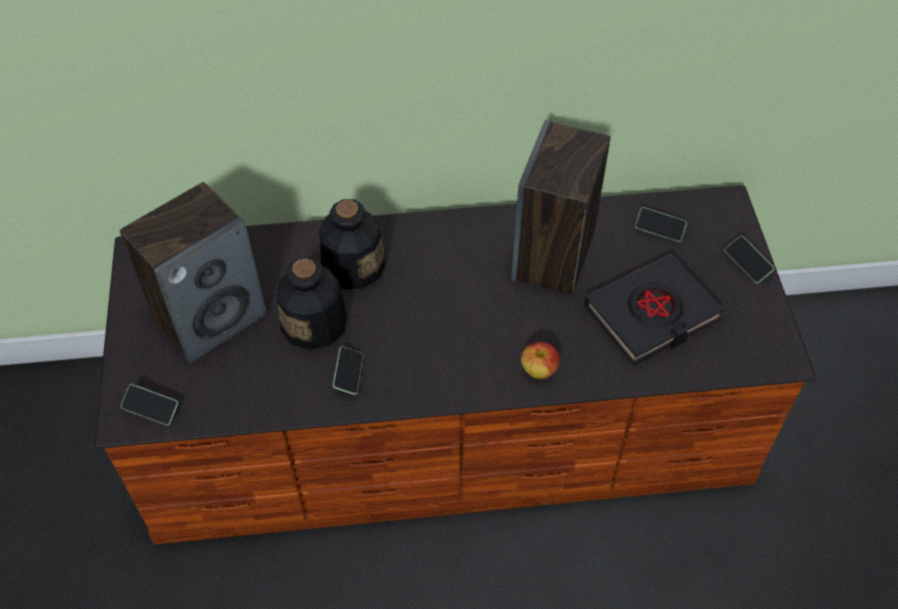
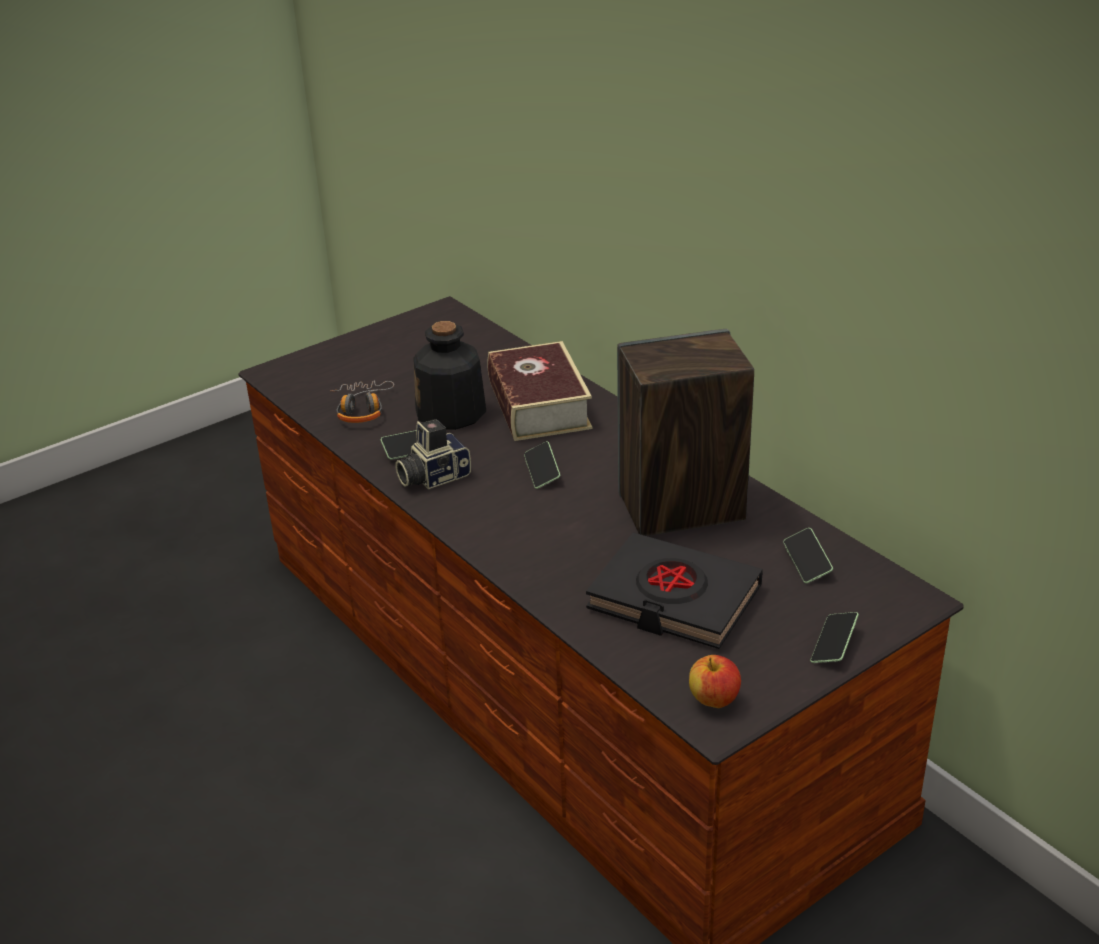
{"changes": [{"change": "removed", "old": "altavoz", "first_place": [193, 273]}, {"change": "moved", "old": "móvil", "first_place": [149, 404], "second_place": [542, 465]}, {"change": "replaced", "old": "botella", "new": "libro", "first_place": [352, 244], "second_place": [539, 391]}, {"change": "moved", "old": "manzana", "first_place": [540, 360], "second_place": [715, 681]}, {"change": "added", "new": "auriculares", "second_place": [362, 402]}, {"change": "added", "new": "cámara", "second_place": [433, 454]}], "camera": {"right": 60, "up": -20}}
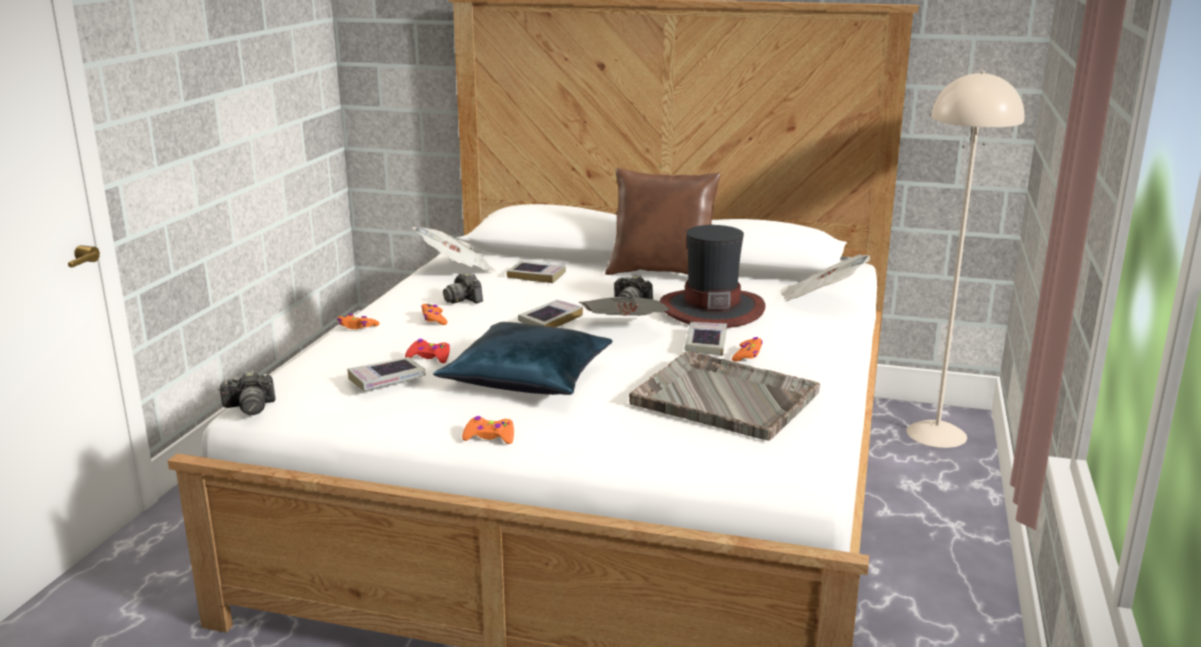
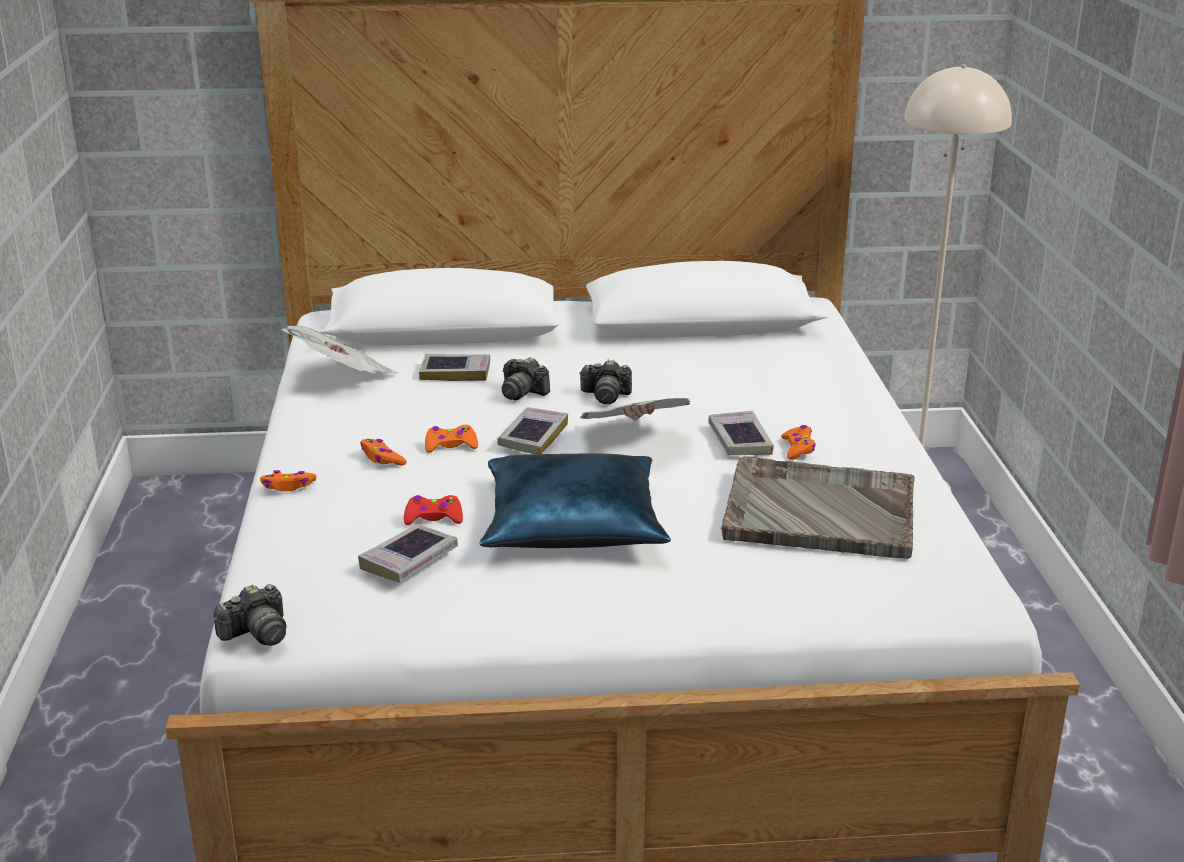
{"changes": [{"change": "moved", "old": "cámara", "first_place": [463, 288], "second_place": [526, 378]}, {"change": "moved", "old": "mando de consola [naranja]", "first_place": [488, 430], "second_place": [451, 439]}, {"change": "removed", "old": "cojín [marrón]", "first_place": [663, 221]}, {"change": "removed", "old": "sombrero", "first_place": [712, 276]}, {"change": "removed", "old": "periódico", "first_place": [825, 277]}], "camera": {"right": -20, "up": 5}}
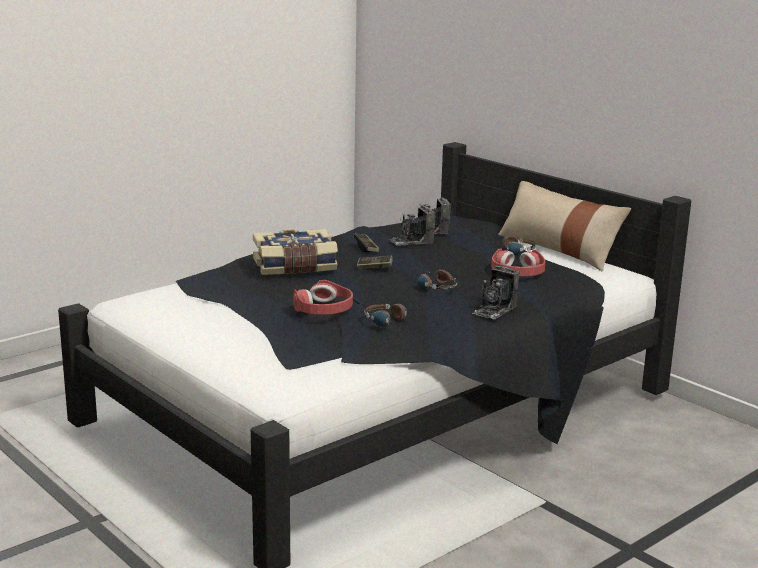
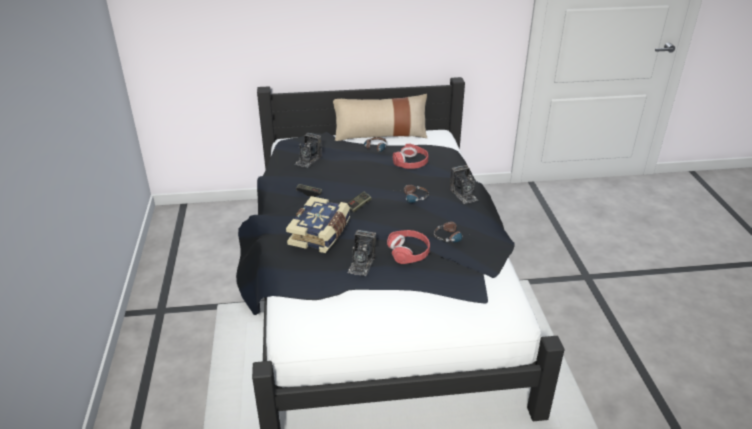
{"changes": [{"change": "moved", "old": "cámara", "first_place": [412, 226], "second_place": [361, 253]}], "camera": {"right": -55, "up": 15}}
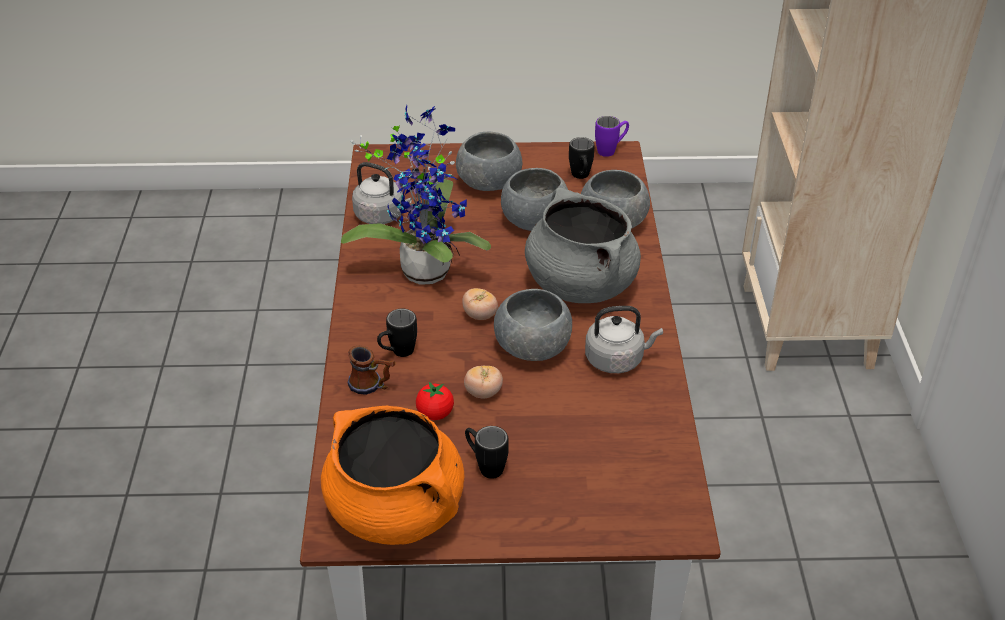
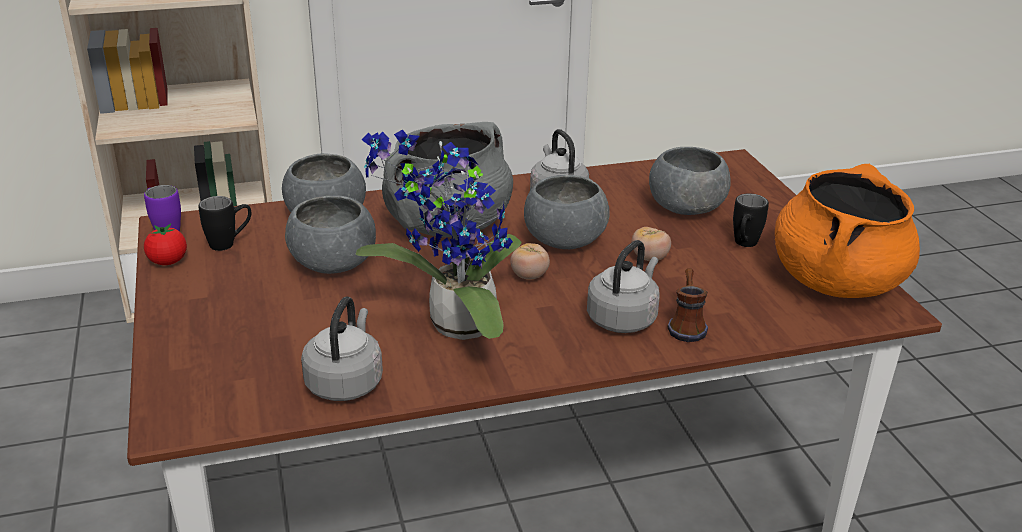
{"changes": [{"change": "replaced", "old": "taza grande [negro]", "new": "hervidor [gris]", "first_place": [397, 333], "second_place": [623, 286]}, {"change": "moved", "old": "tomate", "first_place": [435, 401], "second_place": [165, 244]}, {"change": "moved", "old": "cuenco [gris]", "first_place": [489, 161], "second_place": [690, 181]}], "camera": {"right": -105, "up": -10}}
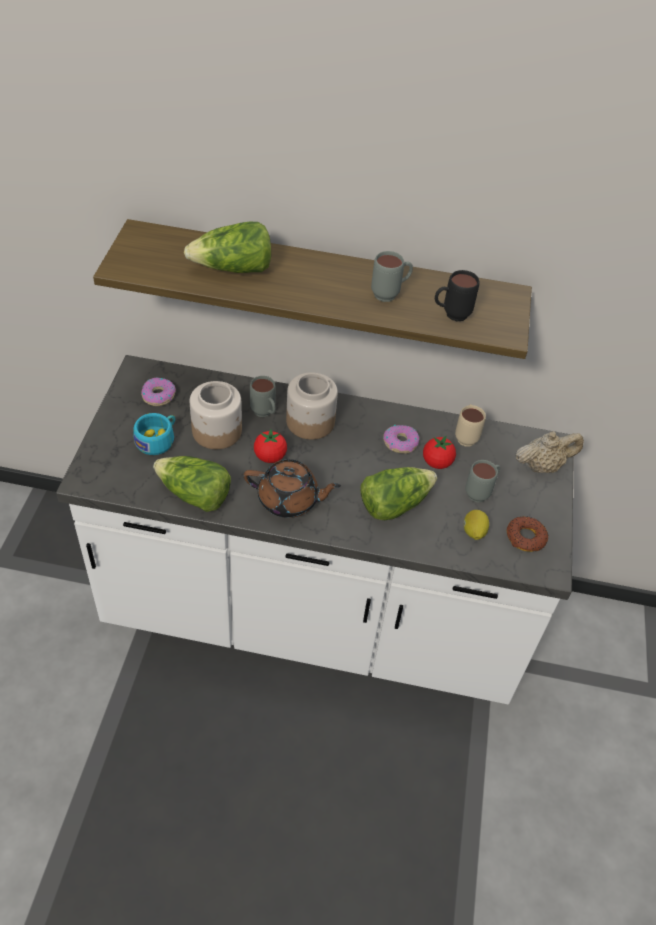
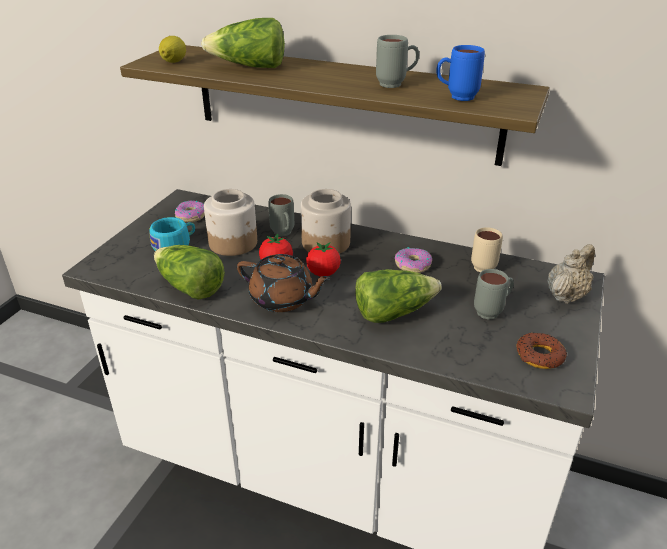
{"changes": [{"change": "moved", "old": "tomate", "first_place": [439, 452], "second_place": [323, 259]}, {"change": "recoloured", "old": "taza grande [negro]", "new": "taza grande [azul]", "first_place": [457, 296], "second_place": [460, 73]}, {"change": "moved", "old": "limón", "first_place": [476, 525], "second_place": [172, 49]}, {"change": "turned", "old": "tetera [beis]", "first_place": [549, 452], "second_place": [571, 274], "degrees": -45}], "camera": {"right": 15, "up": -15}}
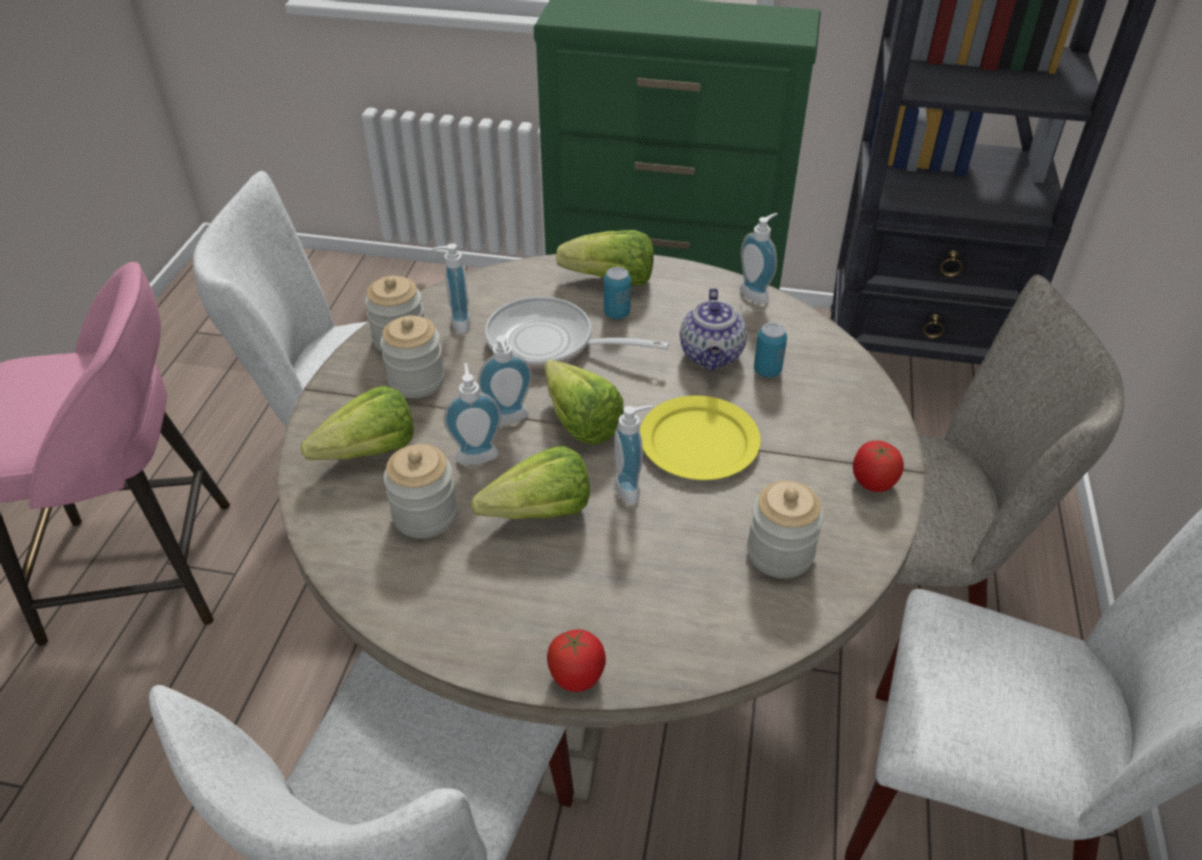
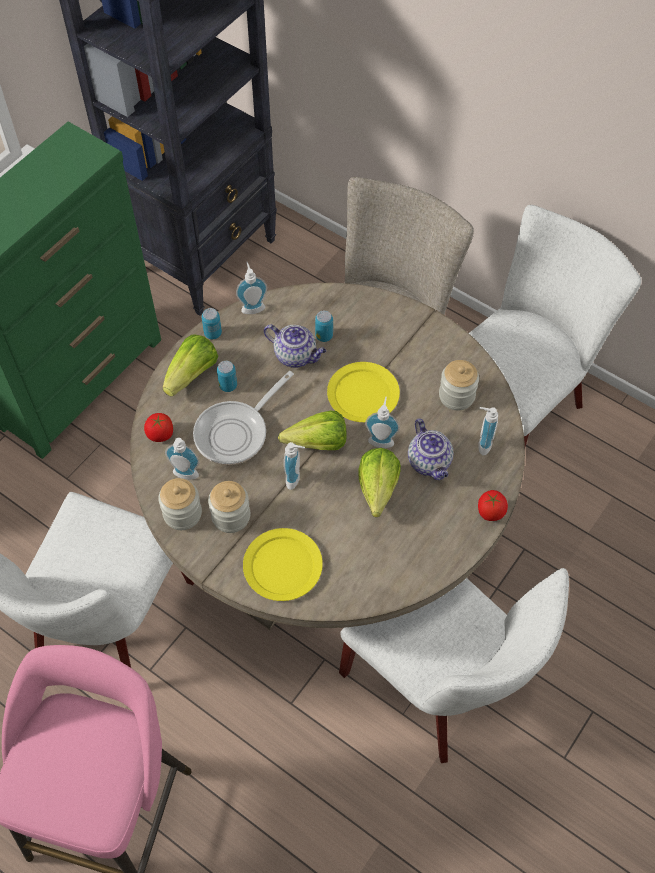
{"changes": [{"change": "replaced", "old": "lechuga", "new": "plato [amarillo]", "first_place": [357, 423], "second_place": [283, 564]}, {"change": "removed", "old": "tarro", "first_place": [421, 491]}, {"change": "moved", "old": "dispensador de jabón", "first_place": [472, 413], "second_place": [488, 431]}, {"change": "moved", "old": "tomate", "first_place": [878, 466], "second_place": [158, 427]}, {"change": "added", "new": "lata", "second_place": [212, 323]}, {"change": "added", "new": "tetera", "second_place": [431, 449]}], "camera": {"right": -65, "up": 15}}
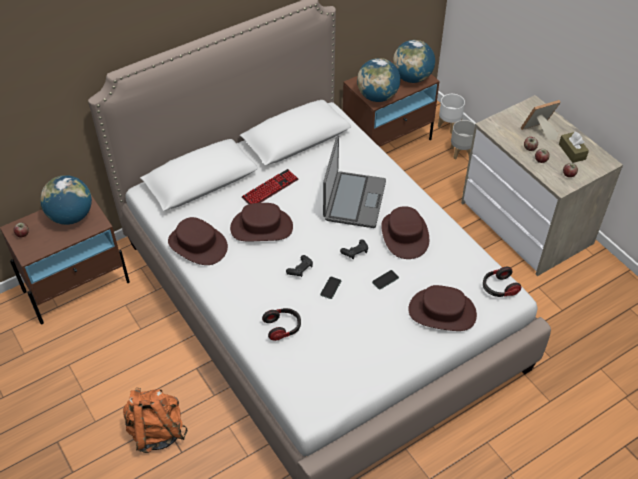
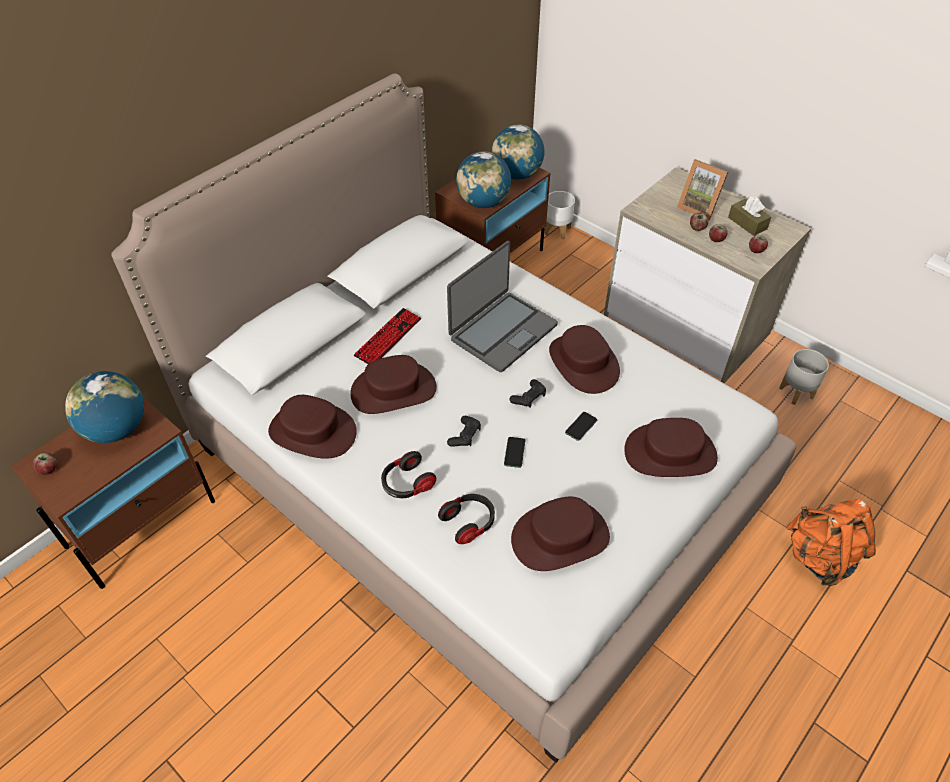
{"changes": [{"change": "moved", "old": "mochila [naranja]", "first_place": [155, 420], "second_place": [831, 542]}, {"change": "turned", "old": "portátil", "first_place": [354, 181], "second_place": [502, 306], "degrees": 45}, {"change": "moved", "old": "maceta [gris]", "first_place": [463, 140], "second_place": [804, 377]}, {"change": "moved", "old": "auriculares", "first_place": [502, 282], "second_place": [408, 474]}, {"change": "turned", "old": "portarretratos", "first_place": [541, 120], "second_place": [702, 190], "degrees": -105}, {"change": "added", "new": "sombrero [marrón]", "second_place": [560, 533]}], "camera": {"right": -15, "up": 0}}
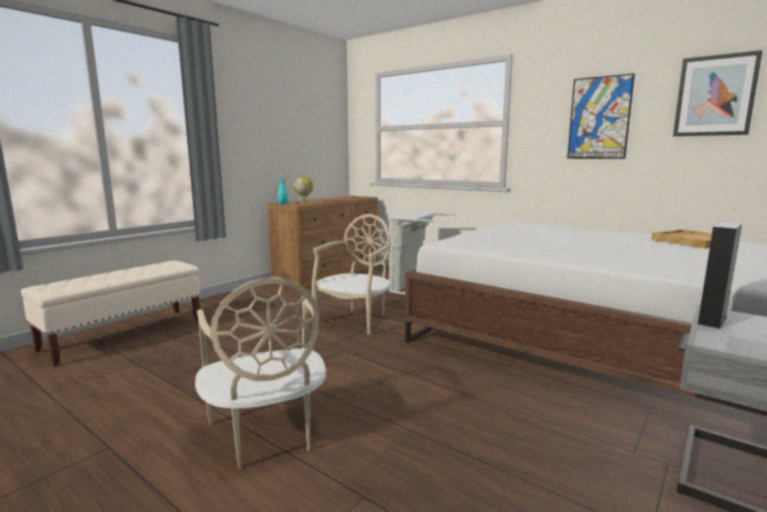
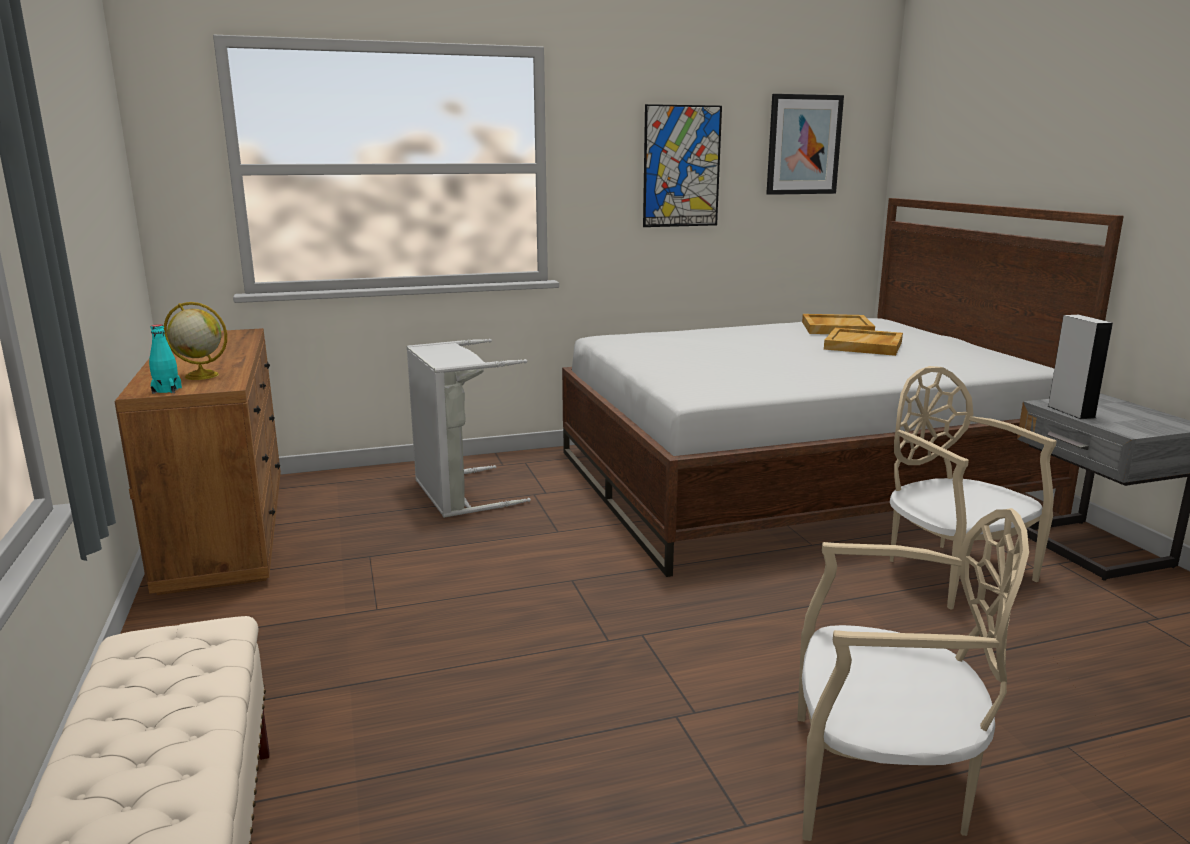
{"changes": [{"change": "moved", "old": "silla [beis]", "first_place": [351, 274], "second_place": [973, 488]}, {"change": "added", "new": "bandeja [beis]", "second_place": [863, 342]}], "camera": {"right": -55, "up": 5}}
